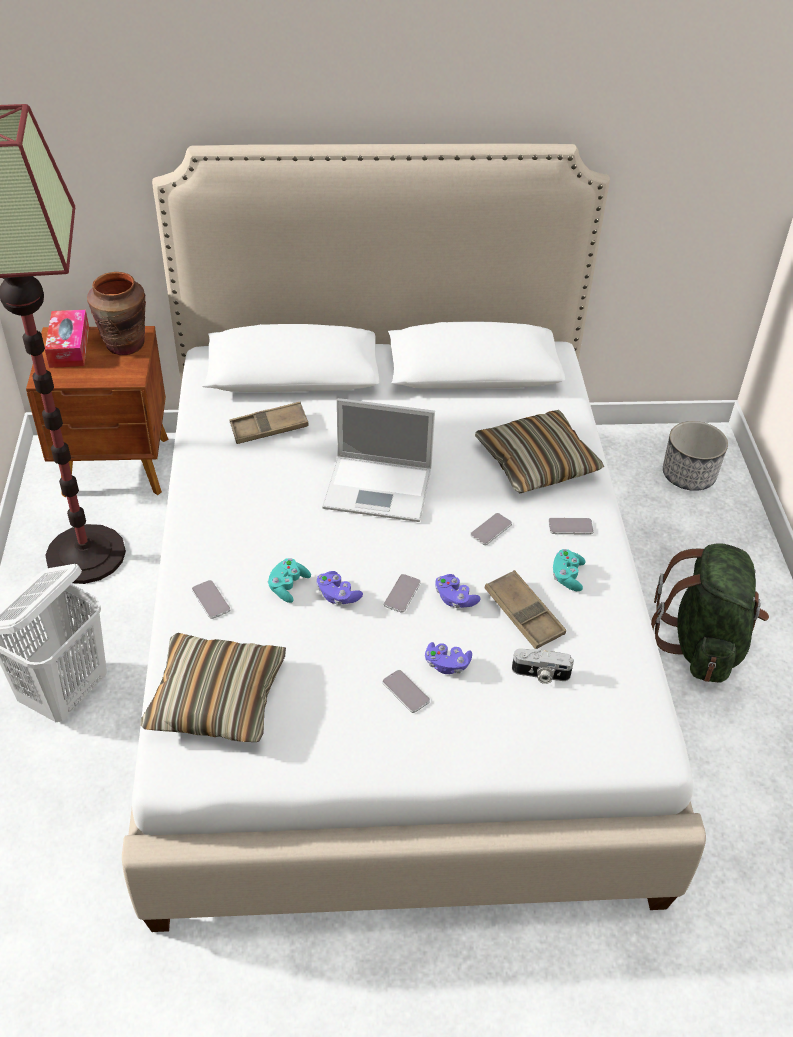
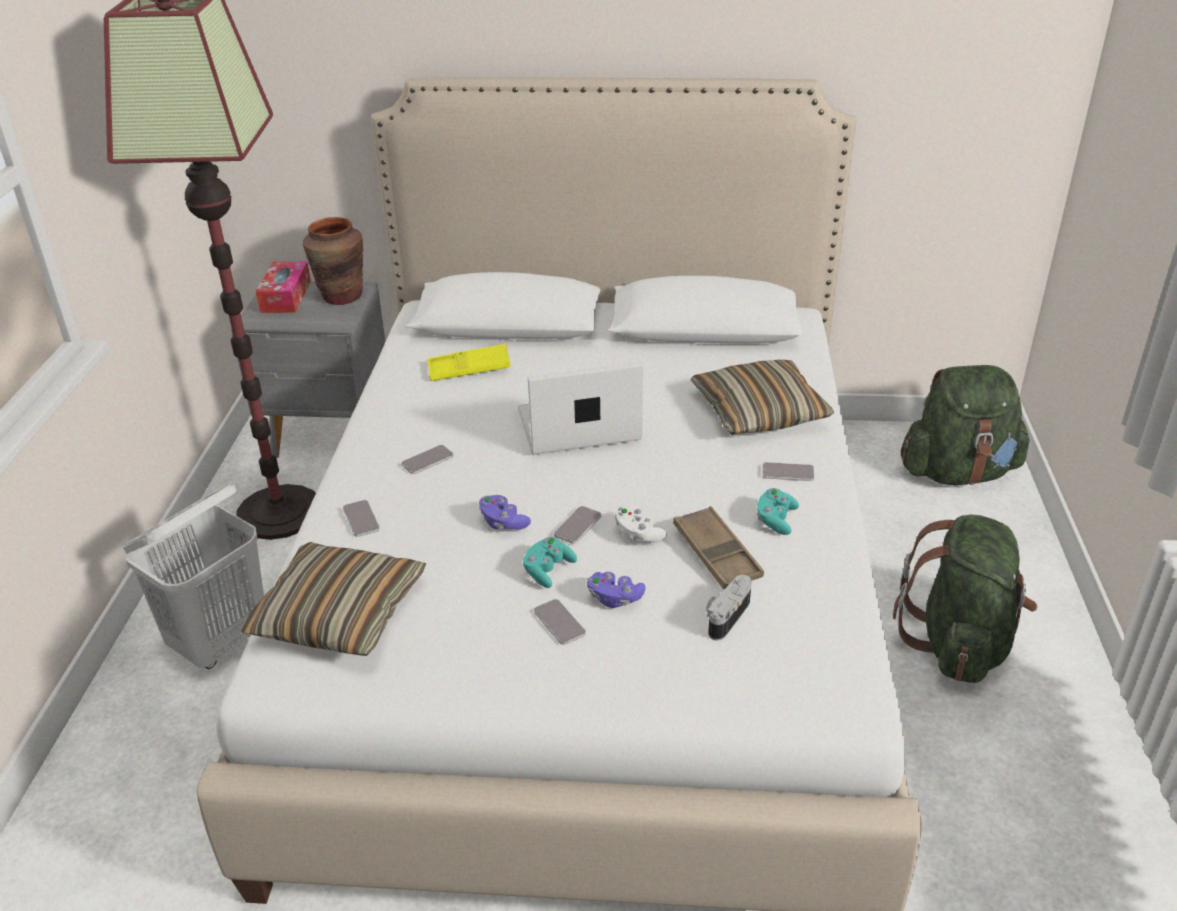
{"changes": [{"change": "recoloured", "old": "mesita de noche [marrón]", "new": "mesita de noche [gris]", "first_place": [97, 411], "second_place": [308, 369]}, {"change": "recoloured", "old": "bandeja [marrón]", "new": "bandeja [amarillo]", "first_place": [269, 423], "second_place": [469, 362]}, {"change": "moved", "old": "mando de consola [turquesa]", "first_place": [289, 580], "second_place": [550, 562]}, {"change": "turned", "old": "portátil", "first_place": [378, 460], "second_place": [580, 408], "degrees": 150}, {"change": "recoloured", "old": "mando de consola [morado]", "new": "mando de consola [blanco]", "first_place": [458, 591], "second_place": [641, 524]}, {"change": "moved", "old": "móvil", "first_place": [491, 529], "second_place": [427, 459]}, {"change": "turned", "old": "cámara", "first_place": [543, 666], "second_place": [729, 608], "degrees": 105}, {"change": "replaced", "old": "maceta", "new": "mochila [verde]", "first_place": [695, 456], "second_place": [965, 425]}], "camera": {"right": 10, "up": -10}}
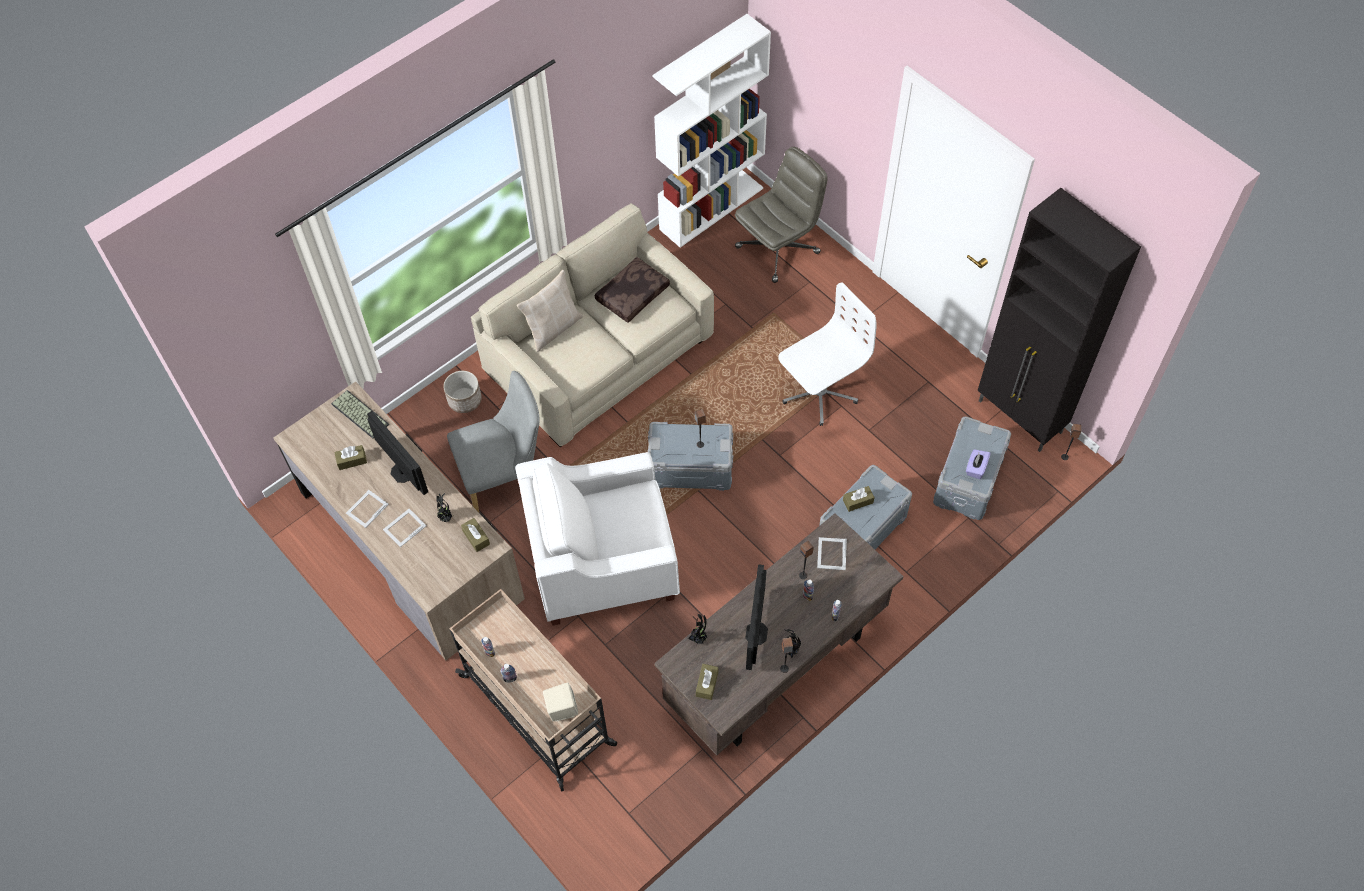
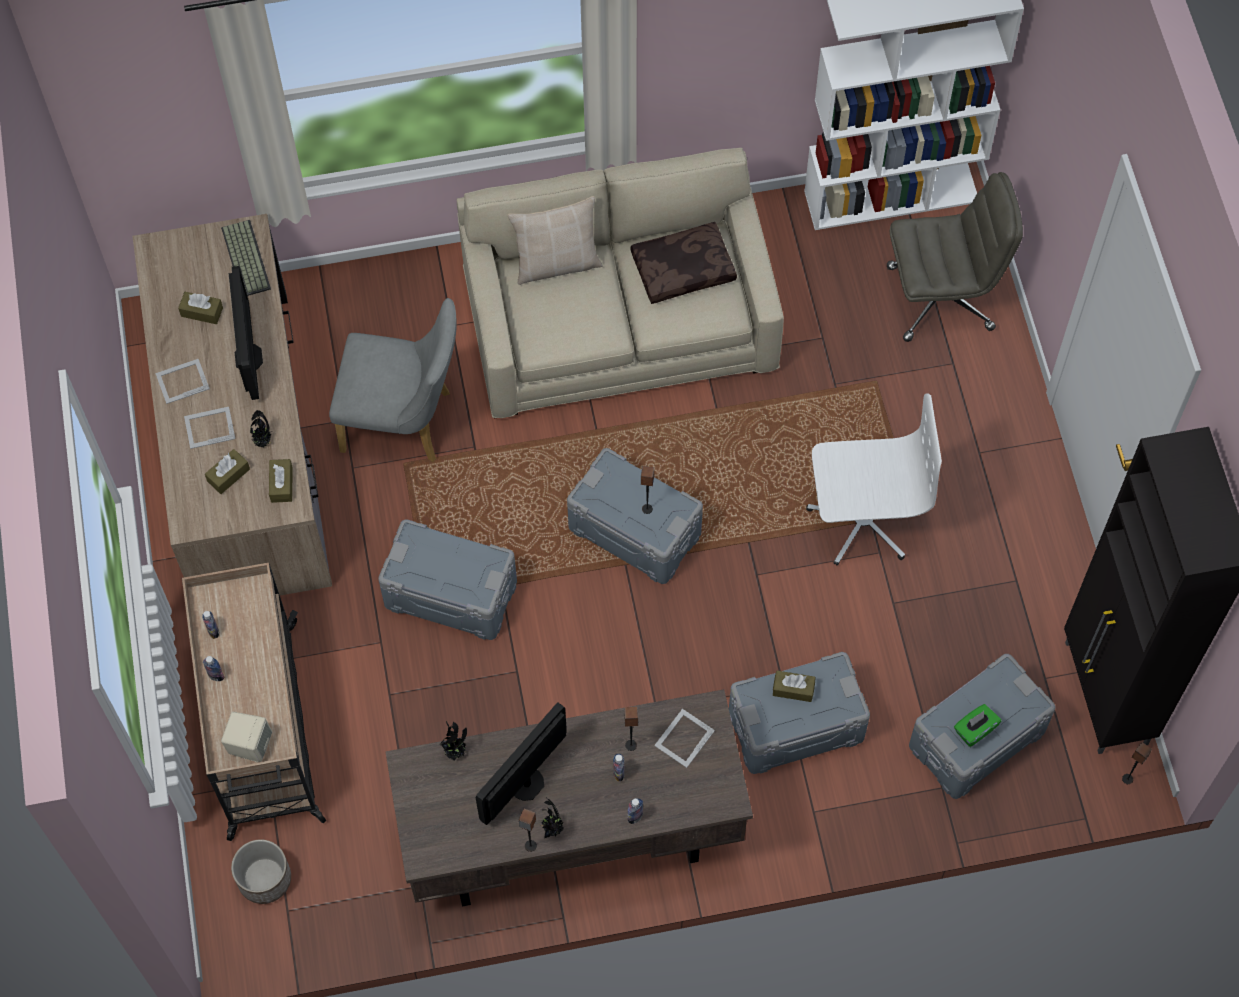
{"changes": [{"change": "moved", "old": "maceta", "first_place": [462, 392], "second_place": [261, 871]}, {"change": "replaced", "old": "sillón [blanco]", "new": "caja de almacenaje [gris]", "first_place": [597, 539], "second_place": [447, 579]}, {"change": "moved", "old": "caja de pañuelos [marrón]", "first_place": [707, 682], "second_place": [227, 471]}, {"change": "recoloured", "old": "caja de pañuelos [morado]", "new": "caja de pañuelos [verde]", "first_place": [978, 464], "second_place": [977, 725]}], "camera": {"right": 30, "up": 5}}
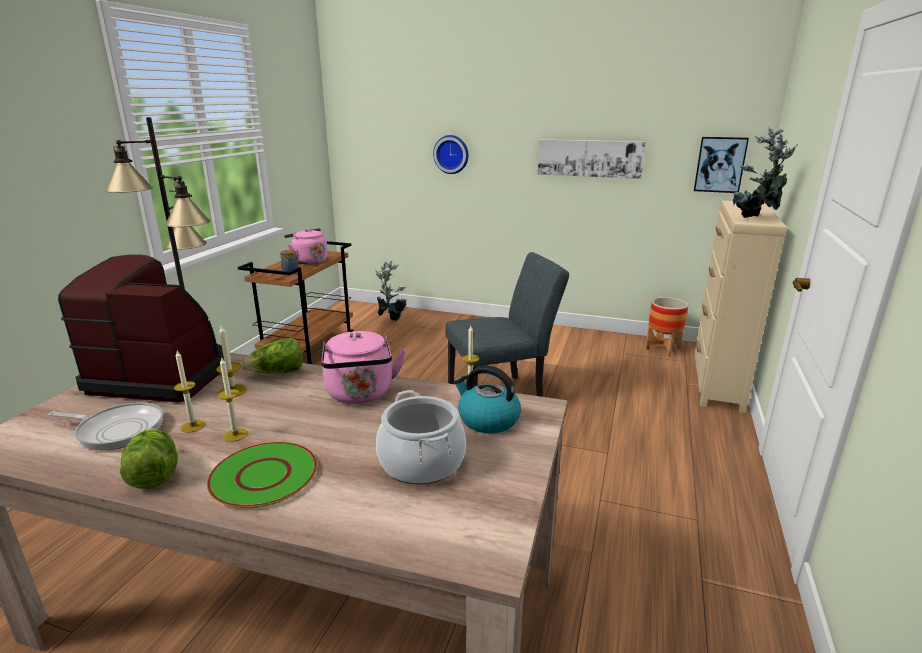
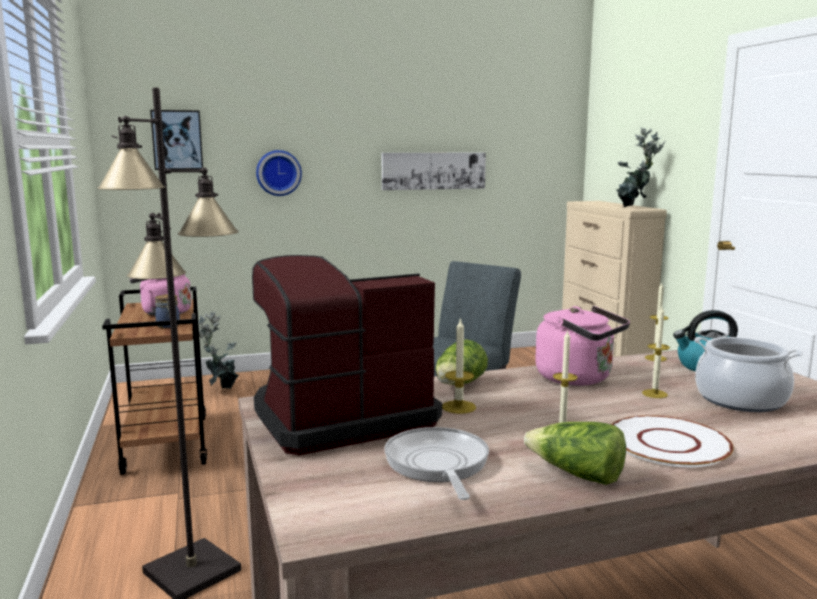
{"changes": [{"change": "turned", "old": "sartén", "first_place": [105, 426], "second_place": [436, 463], "degrees": -75}, {"change": "moved", "old": "vela", "first_place": [189, 392], "second_place": [656, 352]}, {"change": "recoloured", "old": "plato [verde]", "new": "plato [blanco]", "first_place": [262, 475], "second_place": [672, 441]}, {"change": "removed", "old": "maceta", "first_place": [666, 326]}, {"change": "moved", "old": "cuadro", "first_place": [721, 165], "second_place": [176, 140]}], "camera": {"right": -35, "up": -10}}
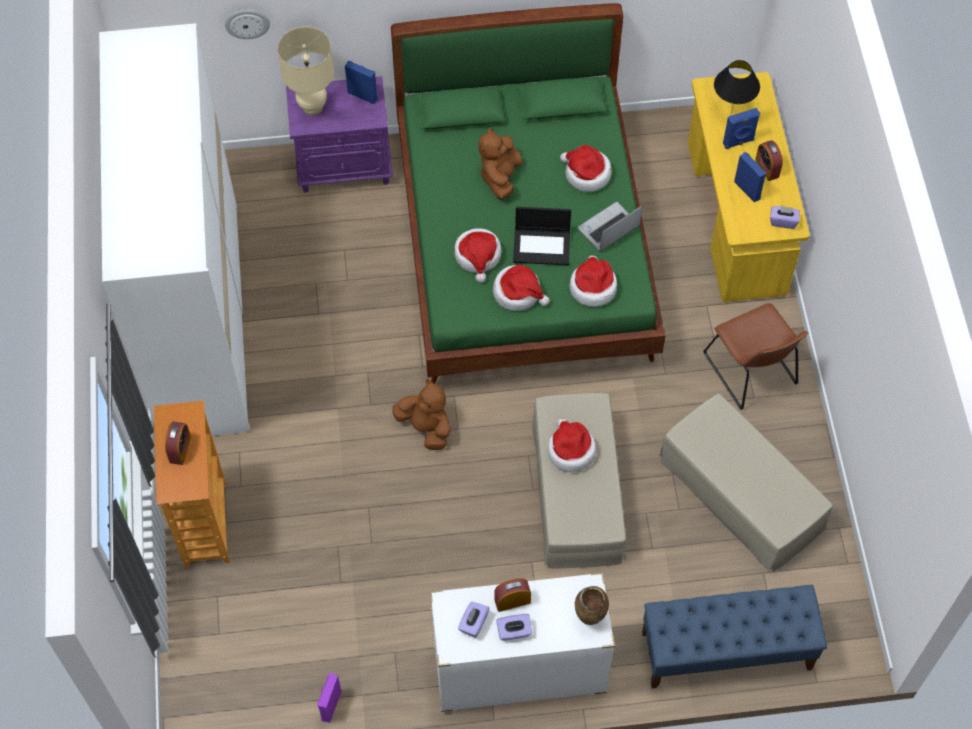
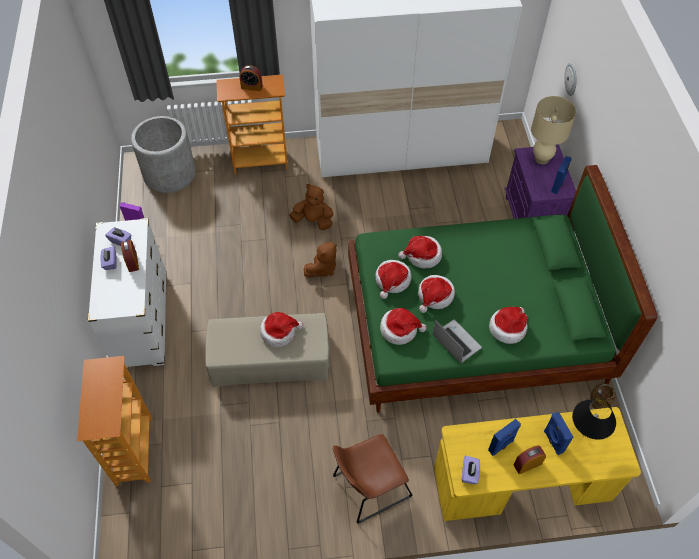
{"changes": [{"change": "moved", "old": "peluche [marrón]", "first_place": [500, 163], "second_place": [311, 207]}, {"change": "replaced", "old": "portátil", "new": "sombrero", "first_place": [542, 236], "second_place": [436, 294]}, {"change": "moved", "old": "florero [marrón]", "first_place": [592, 605], "second_place": [603, 396]}, {"change": "replaced", "old": "banco [azul]", "new": "estantería", "first_place": [734, 636], "second_place": [115, 421]}, {"change": "removed", "old": "puf [beis]", "first_place": [746, 483]}, {"change": "added", "new": "maceta [gris]", "second_place": [163, 154]}], "camera": {"right": 90, "up": -5}}
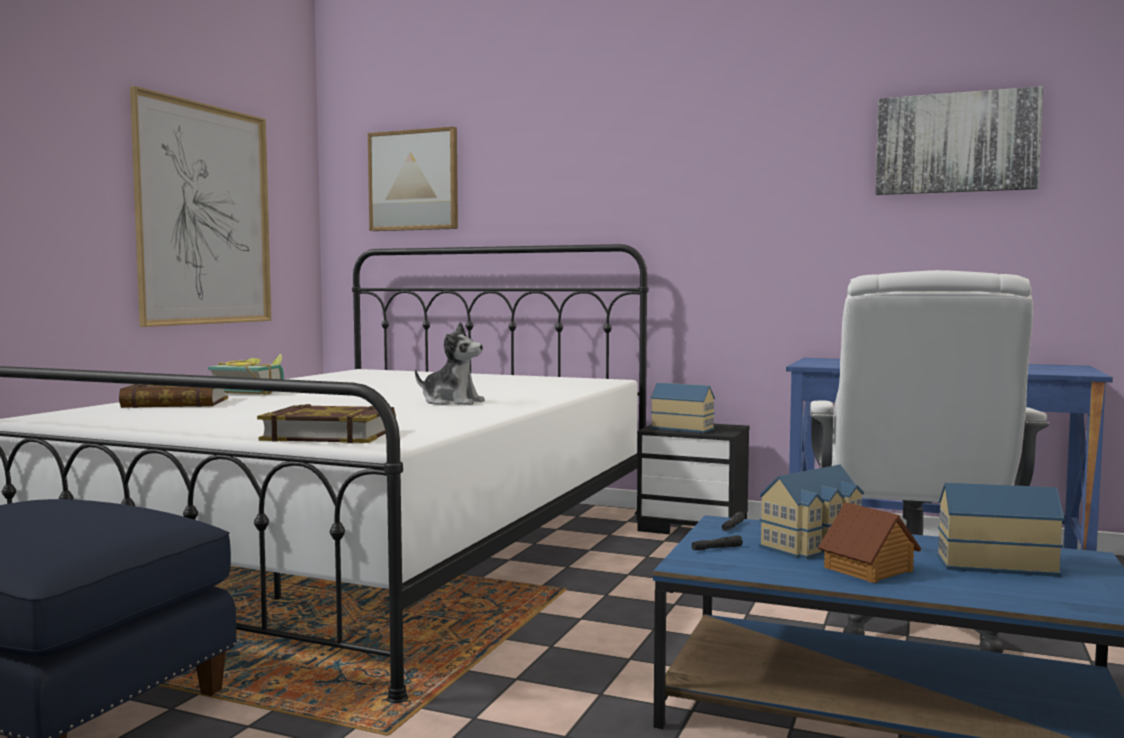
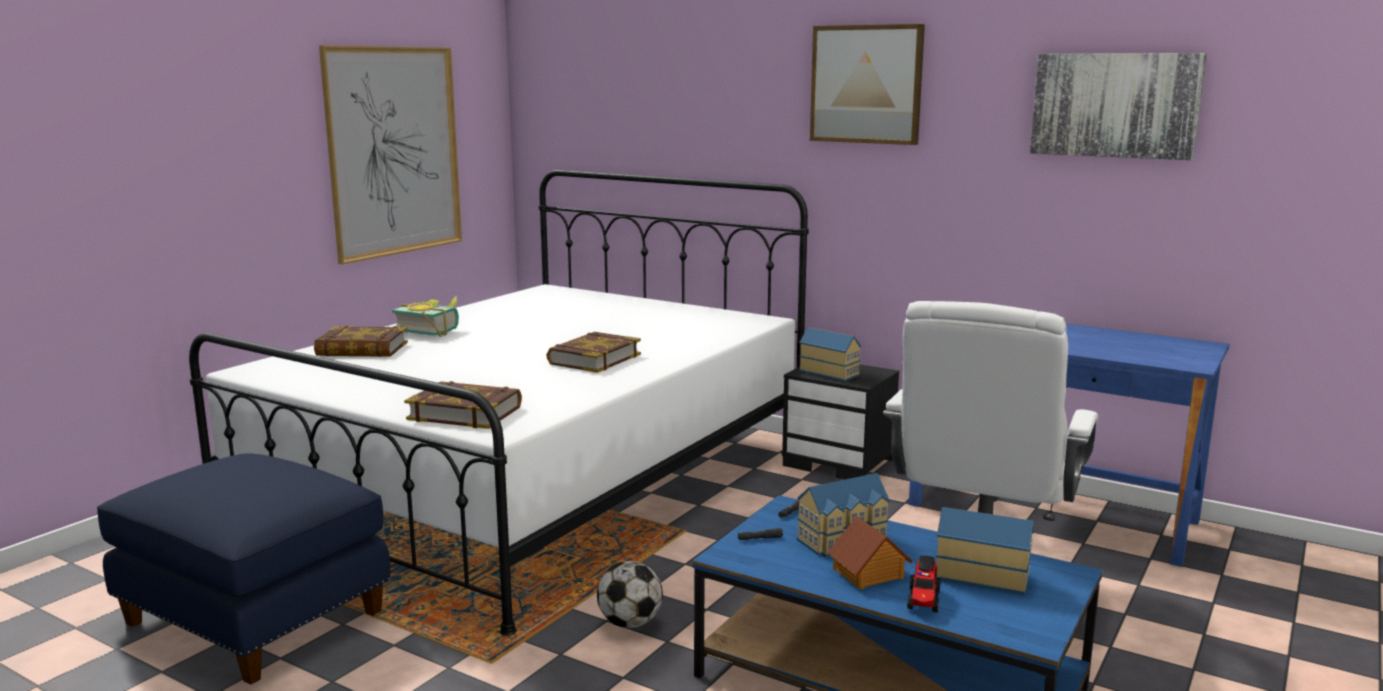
{"changes": [{"change": "moved", "old": "cuadro", "first_place": [413, 179], "second_place": [867, 84]}, {"change": "replaced", "old": "peluche", "new": "libro", "first_place": [450, 363], "second_place": [593, 352]}, {"change": "added", "new": "balón de fútbol", "second_place": [630, 594]}, {"change": "added", "new": "camión de juguete", "second_place": [924, 584]}], "camera": {"right": 10, "up": 10}}
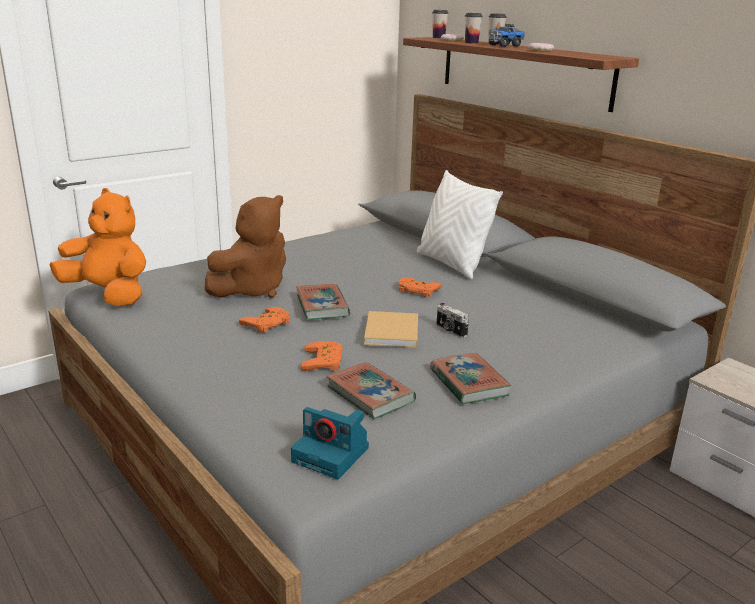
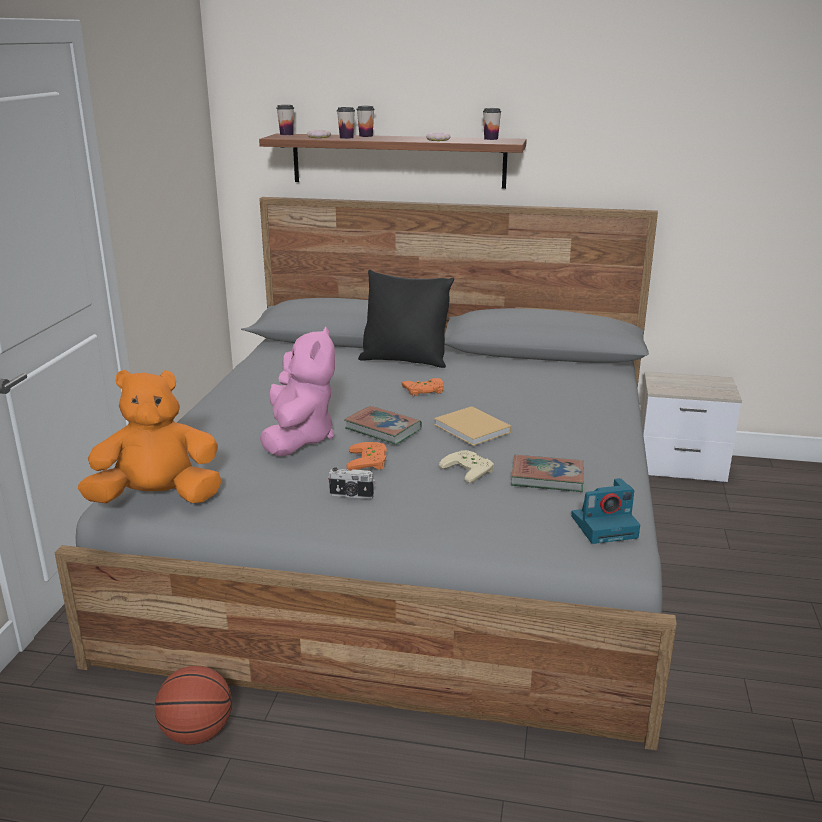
{"changes": [{"change": "recoloured", "old": "peluche [marrón]", "new": "peluche [rosa]", "first_place": [245, 246], "second_place": [297, 391]}, {"change": "recoloured", "old": "mando de consola [naranja]", "new": "mando de consola [beis]", "first_place": [322, 356], "second_place": [466, 466]}, {"change": "recoloured", "old": "cojín [blanco]", "new": "cojín [negro]", "first_place": [460, 224], "second_place": [406, 319]}, {"change": "removed", "old": "libro", "first_place": [470, 378]}, {"change": "moved", "old": "cámara", "first_place": [452, 320], "second_place": [351, 483]}, {"change": "removed", "old": "camión de juguete", "first_place": [507, 35]}, {"change": "added", "new": "balón de baloncesto", "second_place": [193, 705]}, {"change": "added", "new": "taza", "second_place": [492, 124]}], "camera": {"right": -40, "up": 0}}
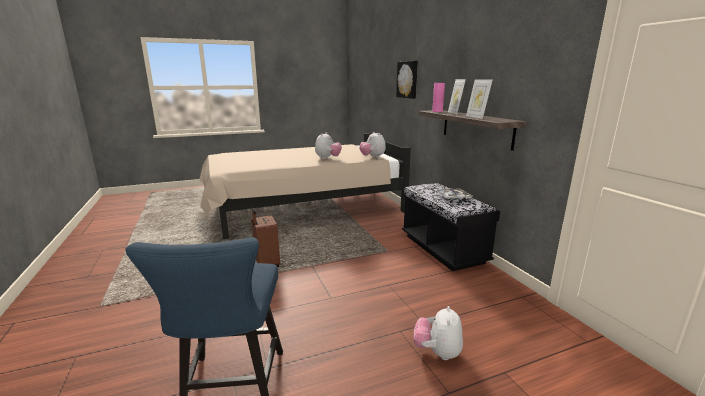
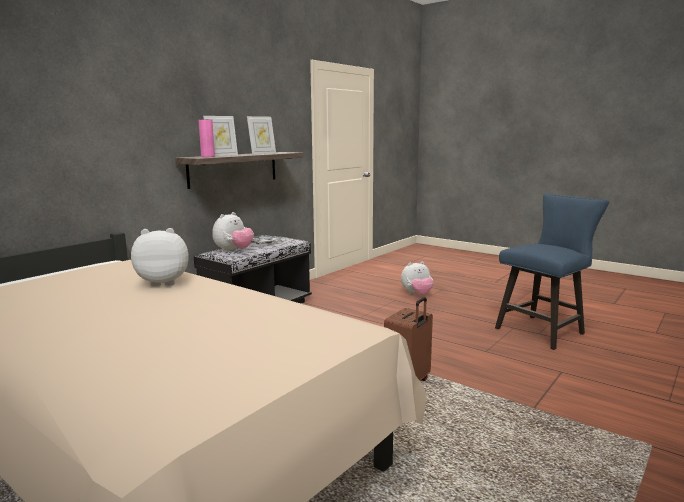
{"changes": [{"change": "moved", "old": "peluche", "first_place": [373, 145], "second_place": [233, 232]}, {"change": "removed", "old": "cuadro", "first_place": [407, 80]}], "camera": {"right": -120, "up": -5}}
